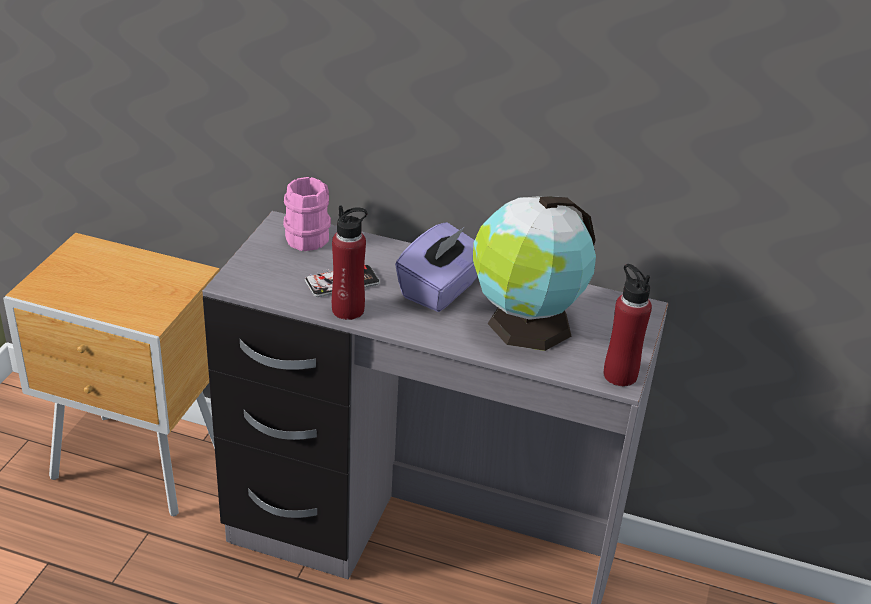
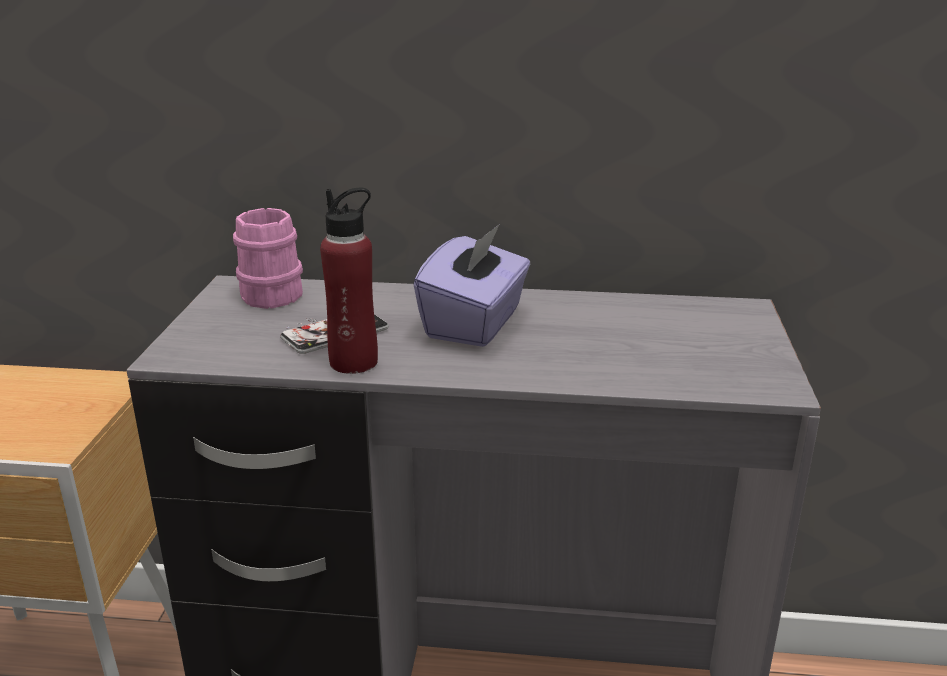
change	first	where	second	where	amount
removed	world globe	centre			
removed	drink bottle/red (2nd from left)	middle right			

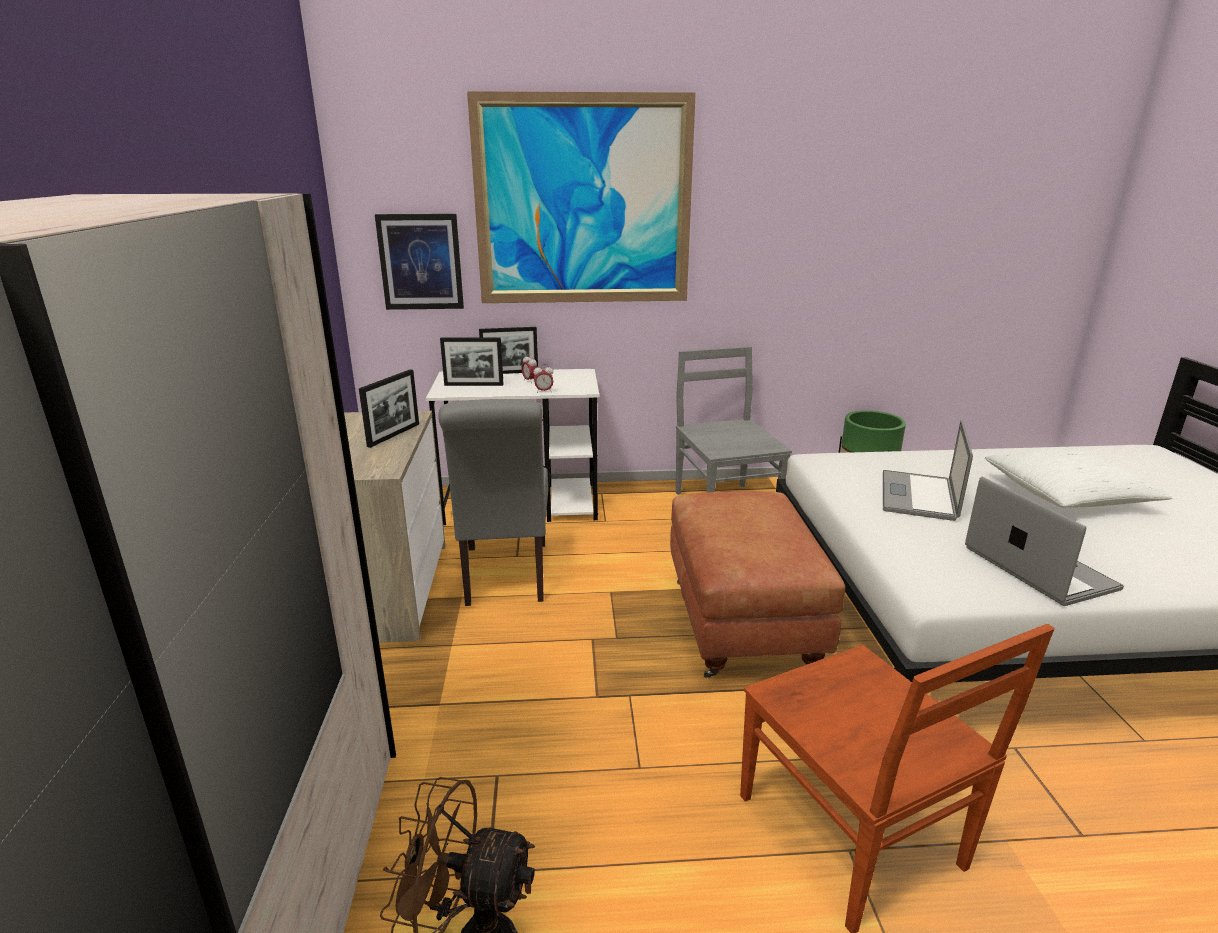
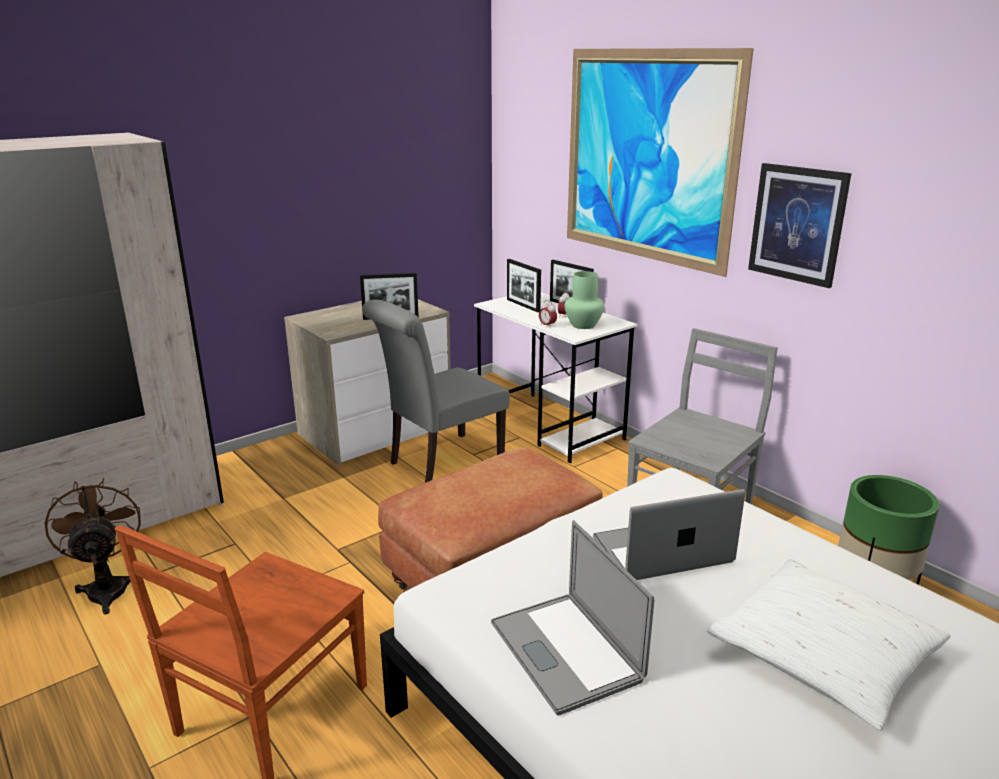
change	first	where	second	where	amount
turned	laptop (2nd from left in the first image)	middle right	laptop (1st from left)	bottom centre	120 degrees clockwise
added			flower vase/green	centre	
moved	picture (1st from left in the first image)	top centre	picture (2nd from left)	top right	

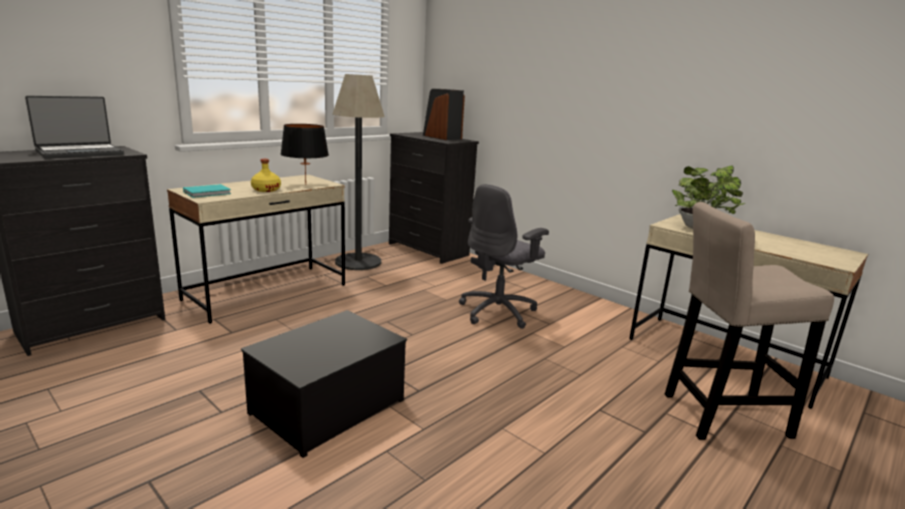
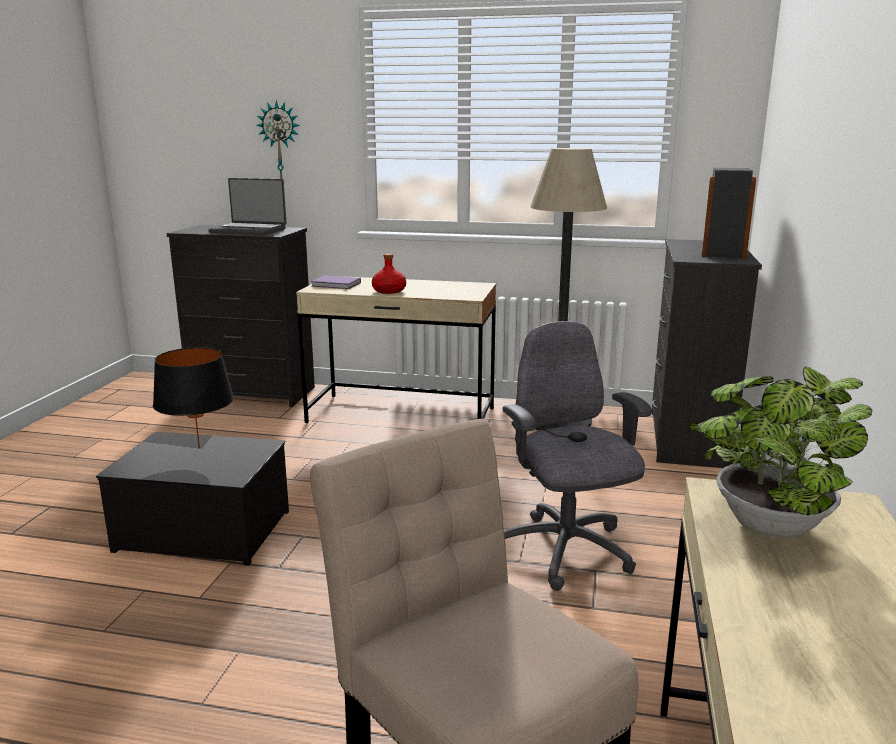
change	first	where	second	where	amount
moved	lamp for a table/blackish	top centre		middle left	
added			wall clock	top left	
recoloured	volume/blue-green	middle left	volume/purple-coloured	centre	
recoloured	drink bottle/yellow-coloured	middle left	drink bottle/red	centre	
turned	computer chair/greyish	centre		centre	60 degrees clockwise

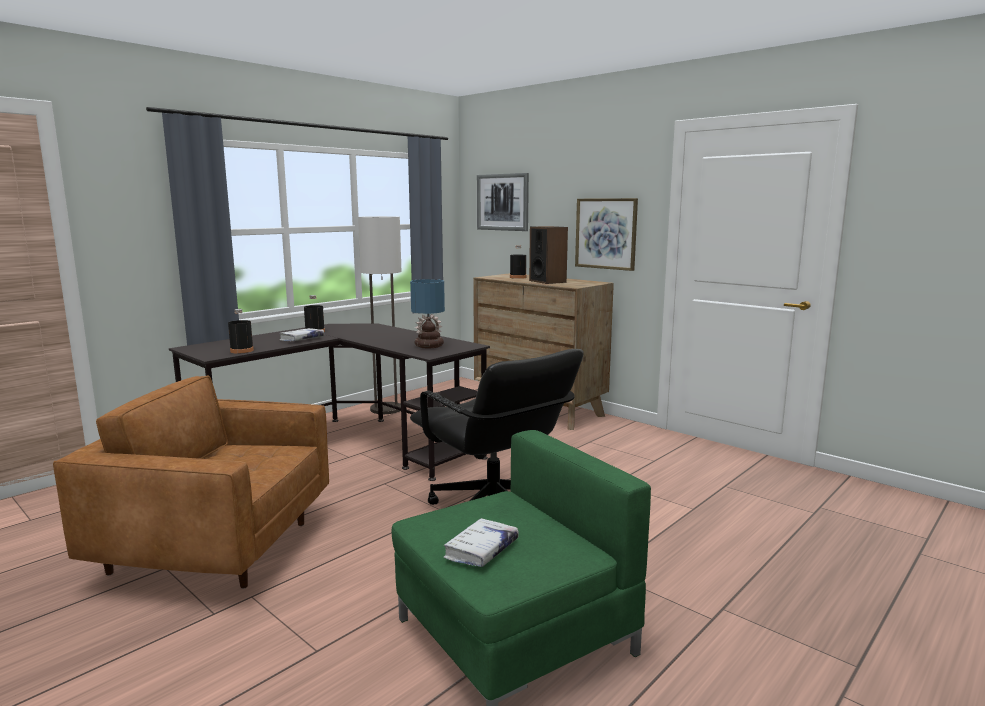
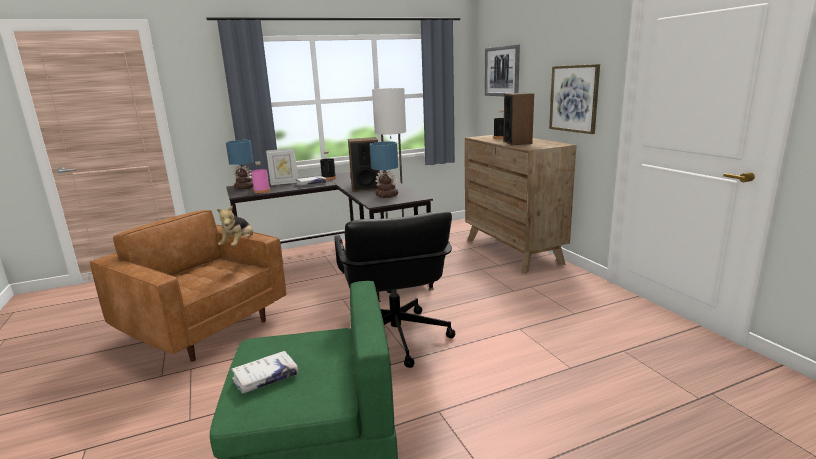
change	first	where	second	where	amount
added			plush toy	middle left	
added			lamp for a table (1st from left)	middle left	
recoloured	drink bottle/blackish (1st from left)	middle left	drink bottle/pink-coloured	middle left	
added			standing frame	centre	
added			audio speaker (1st from left)	centre	

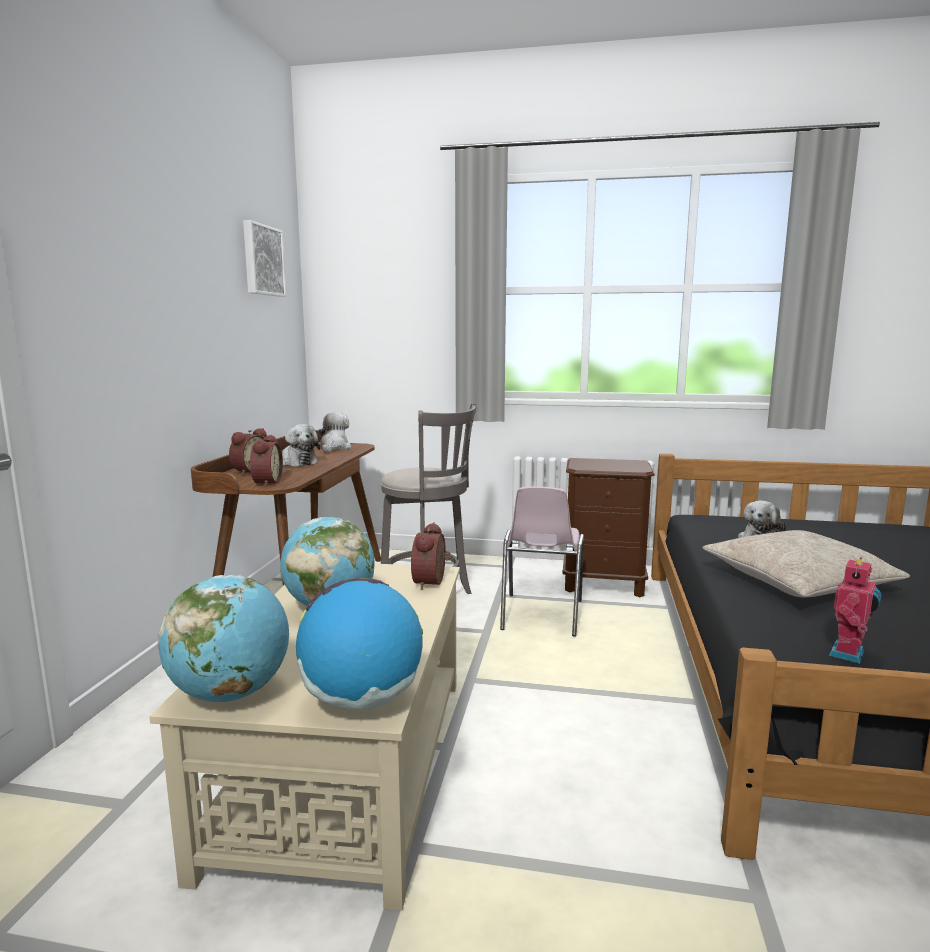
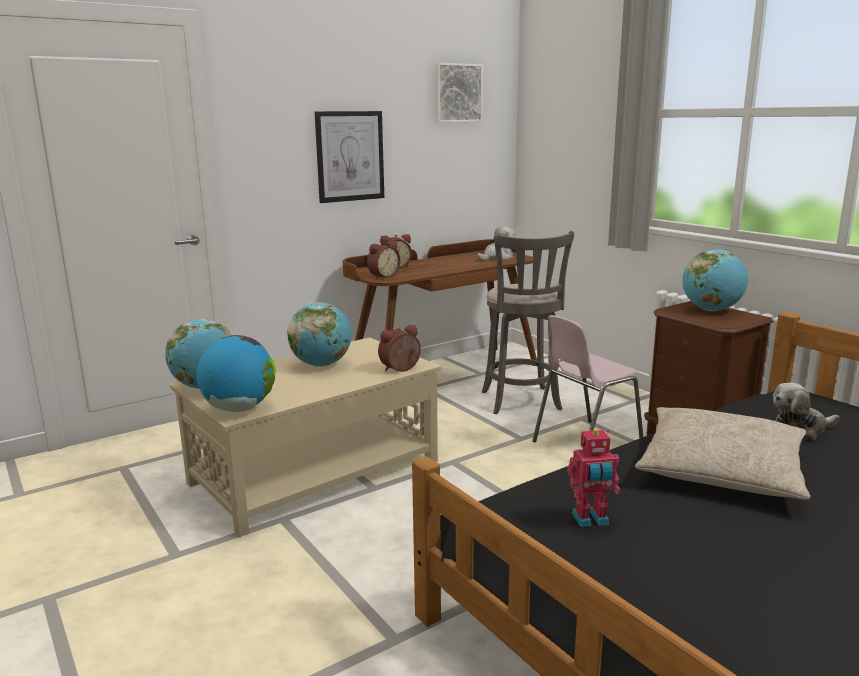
change	first	where	second	where	amount
added			picture (1st from left)	top centre	
added			world globe (4th from left)	middle right	
removed	plush toy (1st from left)	middle left			

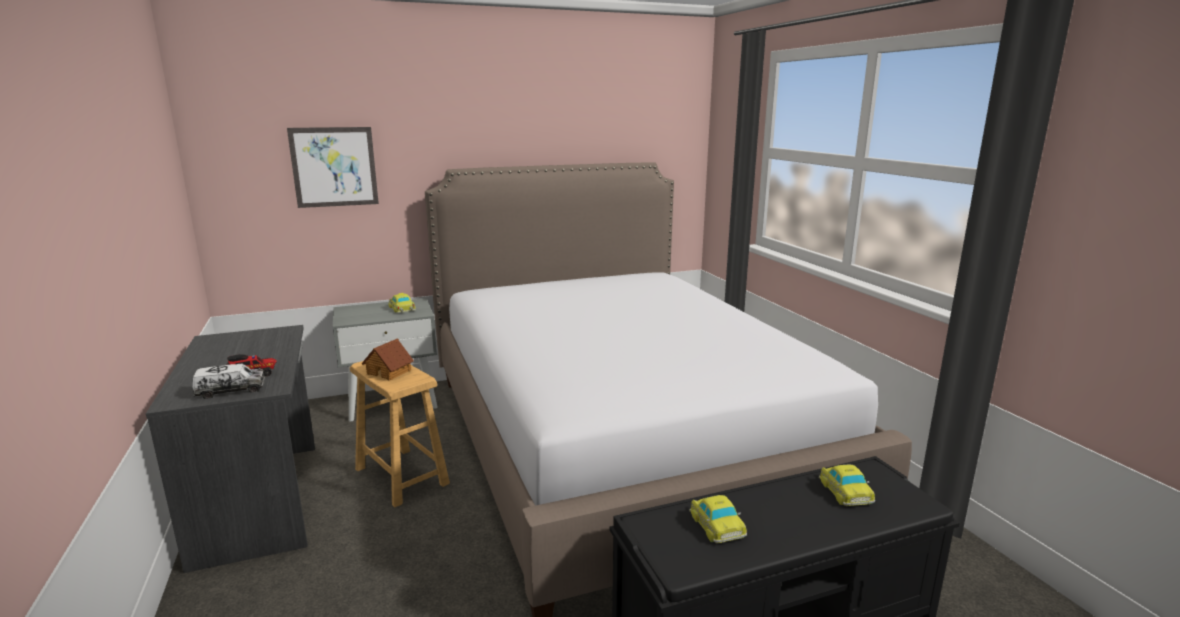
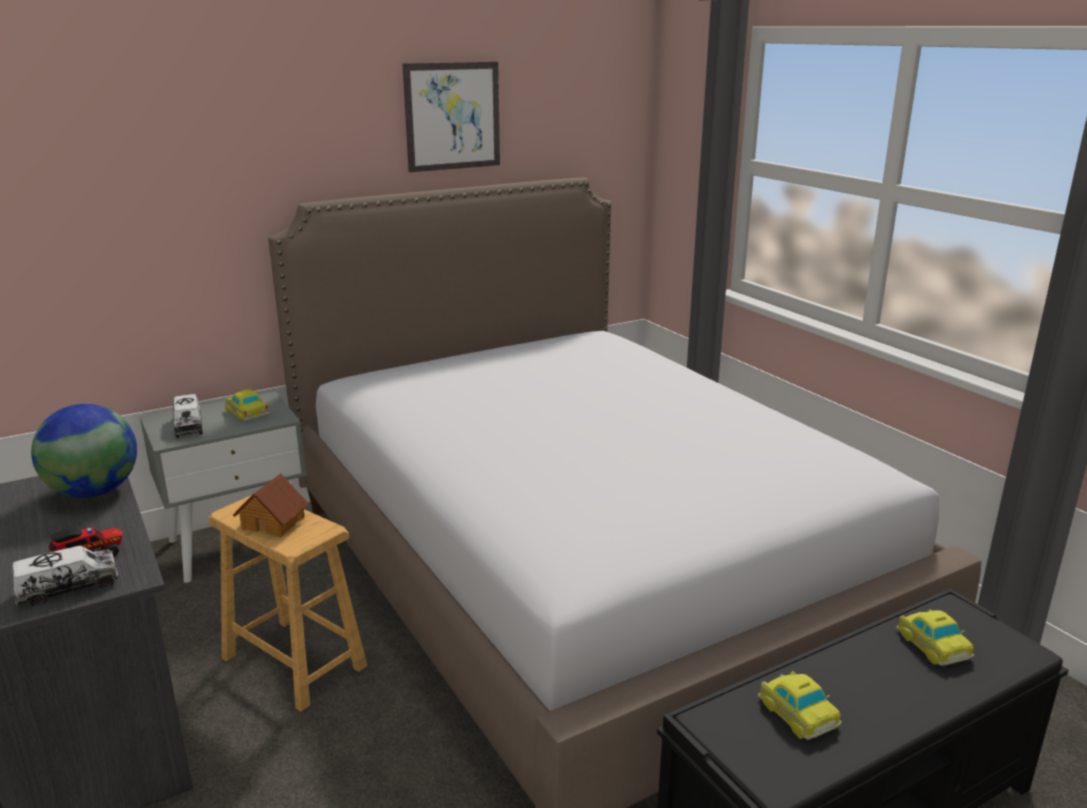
change	first	where	second	where	amount
added			world globe	middle left	
added			toy lorry (3rd from left)	middle left	
moved	picture	top left		top centre	

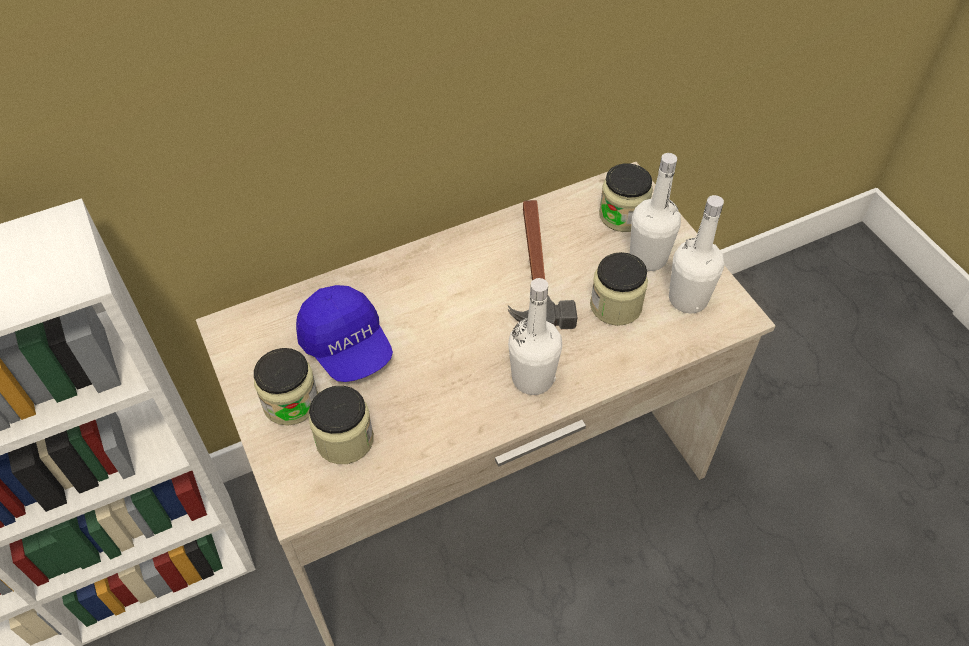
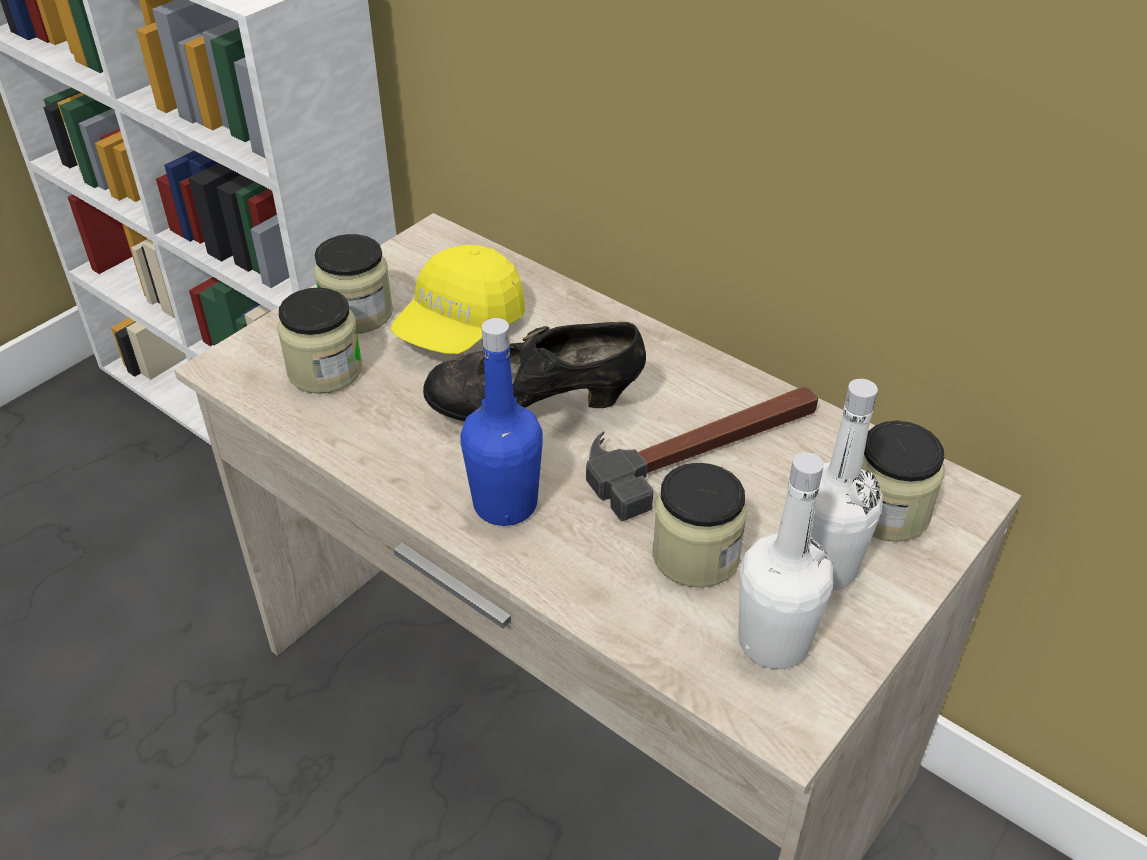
change	first	where	second	where	amount
recoloured	cap/bluish	centre	cap/yellow-coloured	centre	
added			low shoe/blackish	centre	
recoloured	drink bottle/white-coloured (1st from left)	centre	drink bottle/bluish	centre	

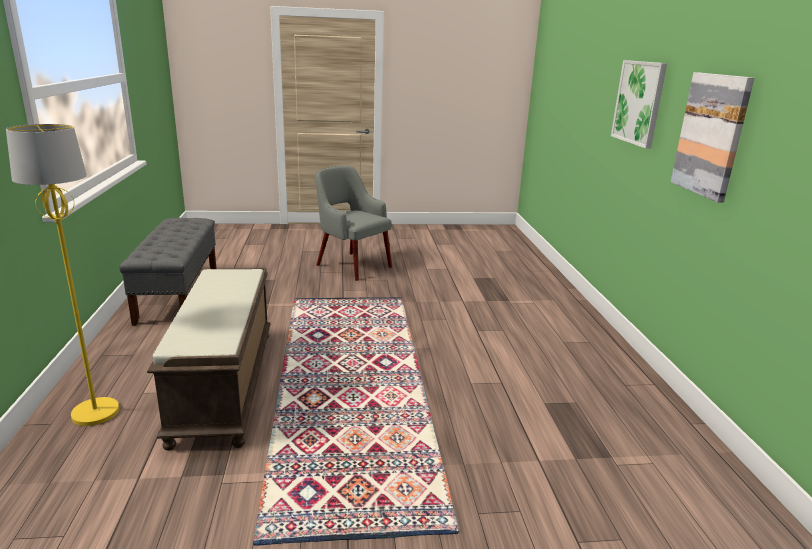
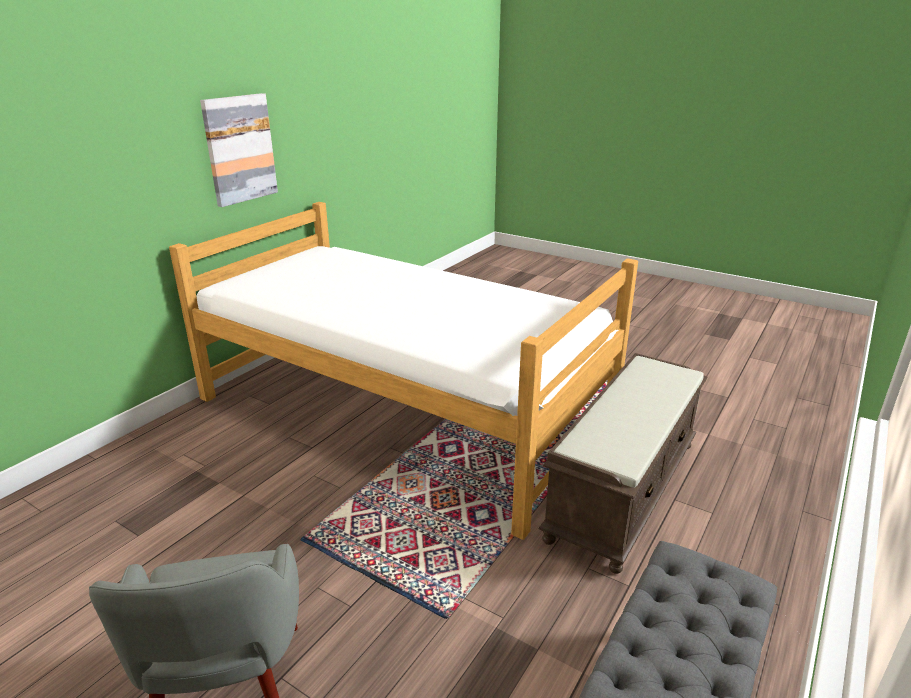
change	first	where	second	where	amount
added			bed	centre	
removed	floor lamp/yellow-coloured	middle left			
removed	picture (1st from left)	top right			

